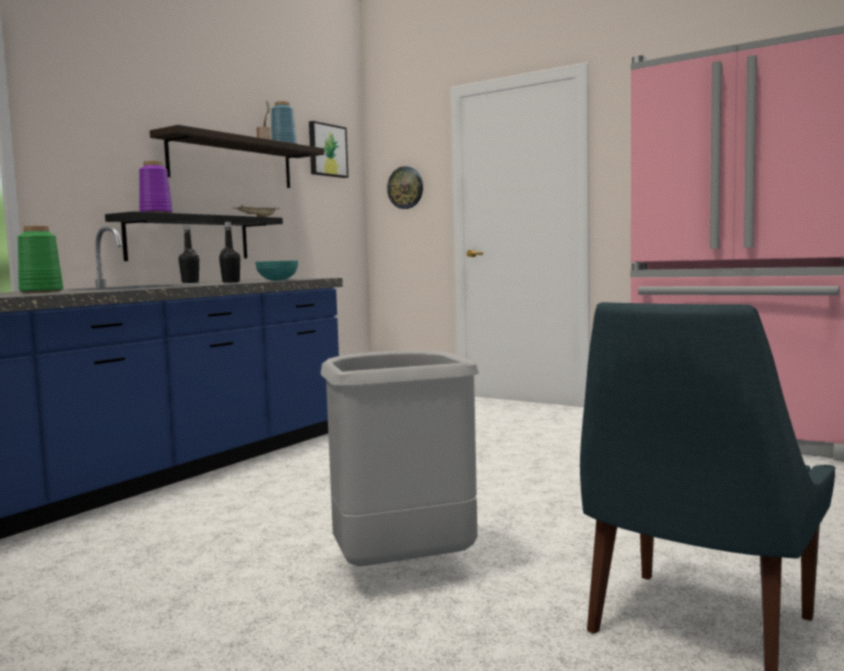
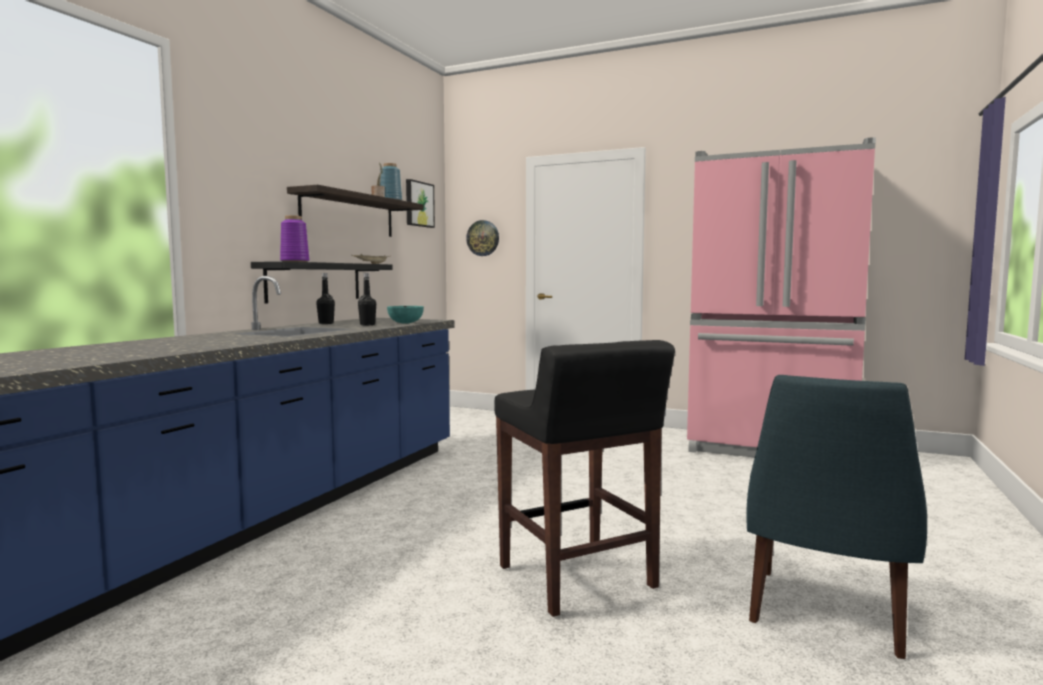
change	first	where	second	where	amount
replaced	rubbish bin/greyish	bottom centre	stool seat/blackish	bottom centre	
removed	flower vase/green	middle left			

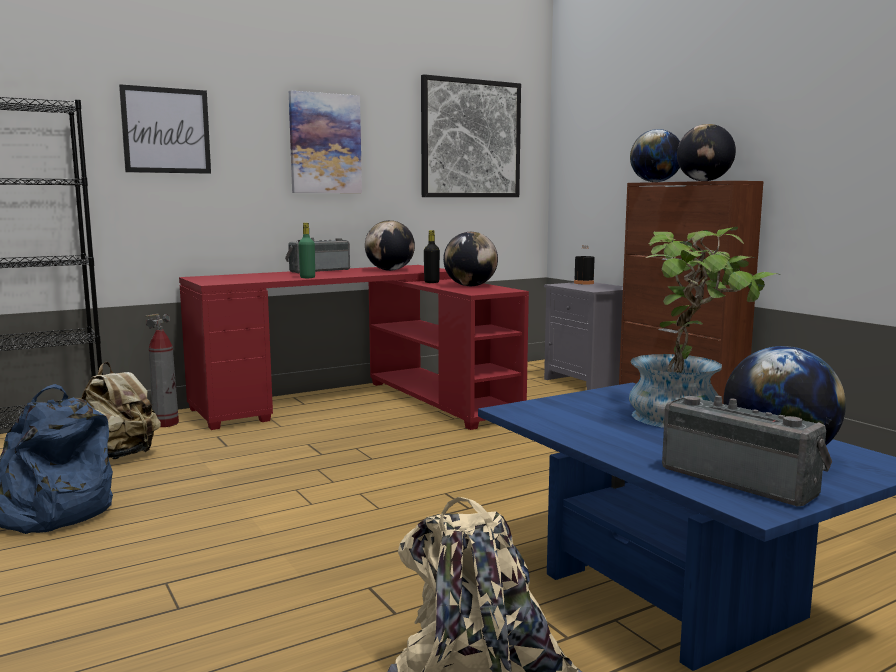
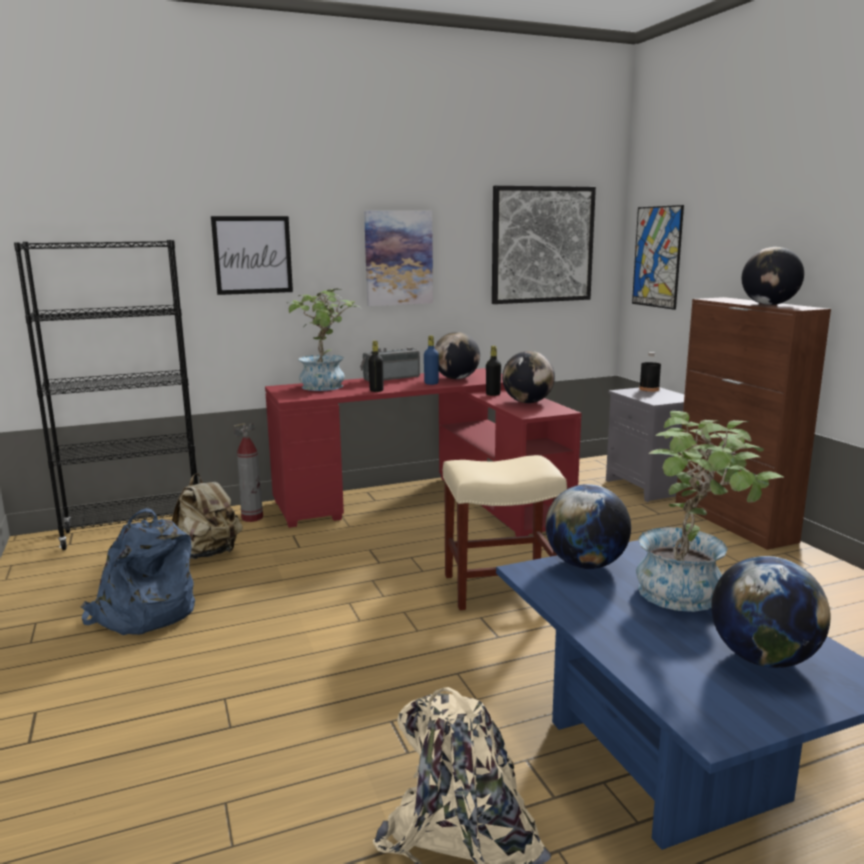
change	first	where	second	where	amount
added			potted plant (1st from left)	centre	
recoloured	drink bottle/green	centre	drink bottle/blackish (1st from left)	centre	
added			drink bottle/bluish	centre	
added			stool seat/beige-coloured	centre	
moved	world globe (3rd from left)	top right		middle right	
added			picture (4th from left)	top right	
removed	radio set (2nd from left)	bottom right			

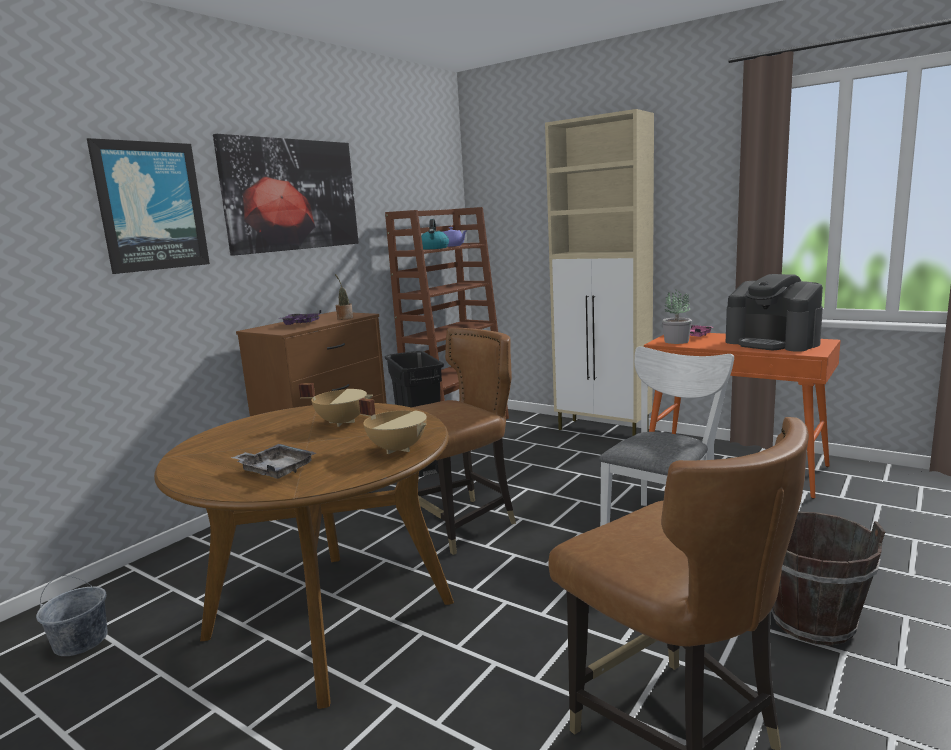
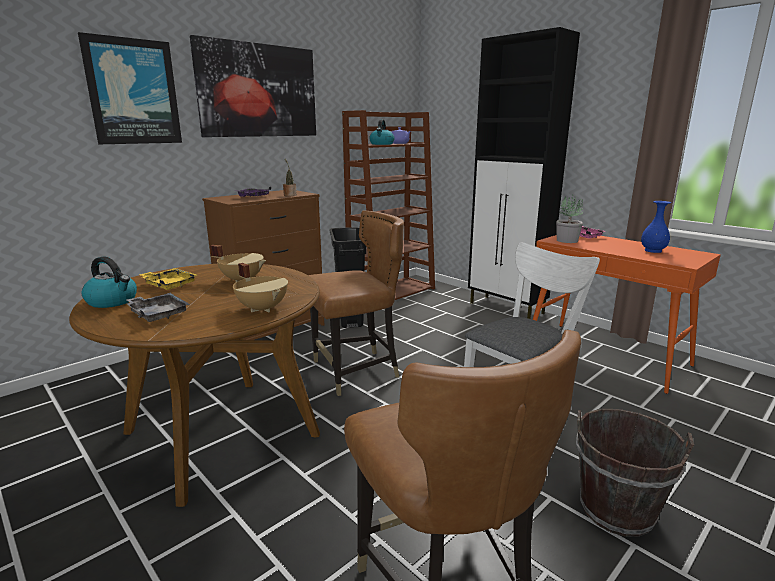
change	first	where	second	where	amount
added			tea kettle (1st from left)	middle left	
added			tray/yellow-coloured	middle left	
recoloured	storage cabinet/beige-coloured	centre	storage cabinet/blackish	top right	
replaced	coffee maker	middle right	flower vase/bluish	middle right	
removed	bucket/greyish	bottom left			

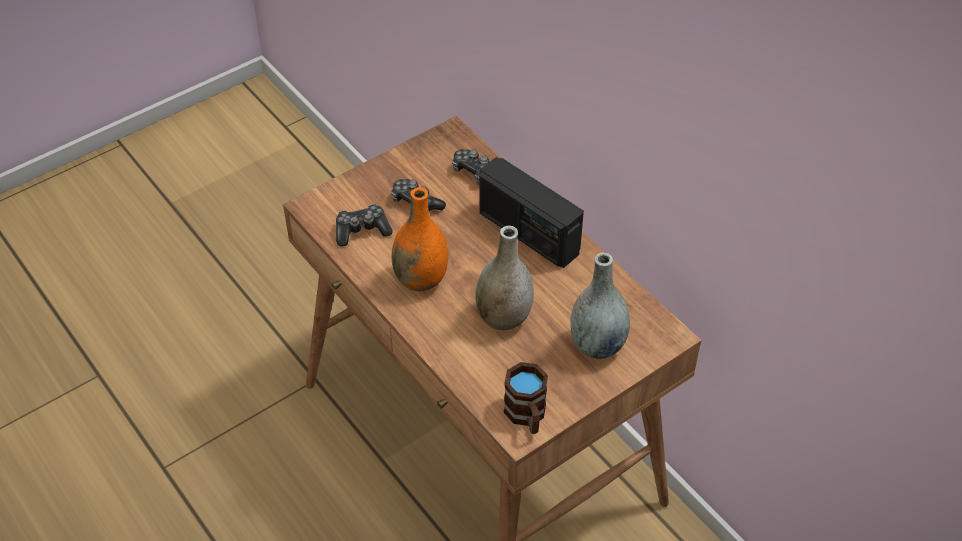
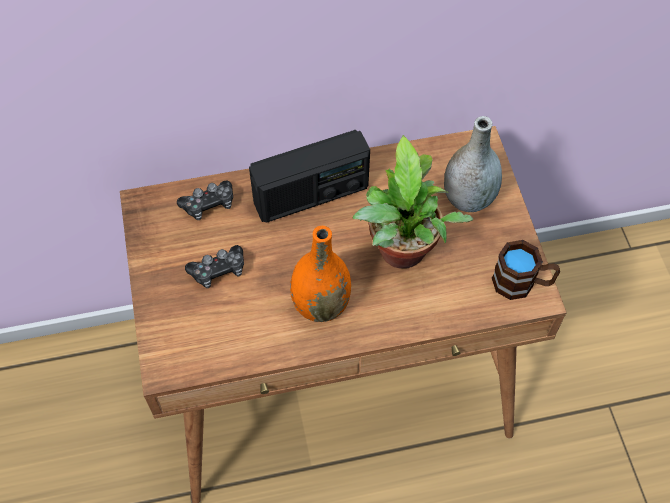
change	first	where	second	where	amount
replaced	flower vase/greyish (1st from left)	centre	potted plant	centre	
removed	gamepad (1st from left)	centre			

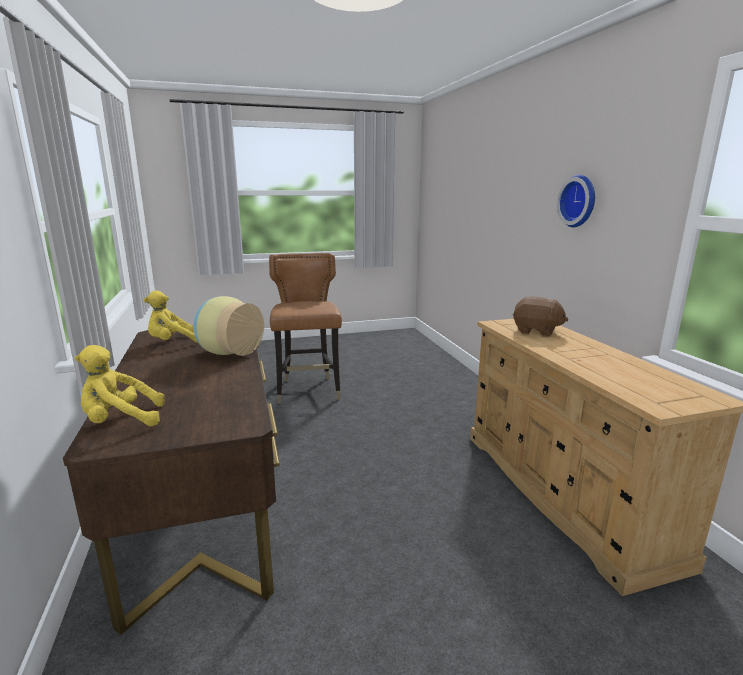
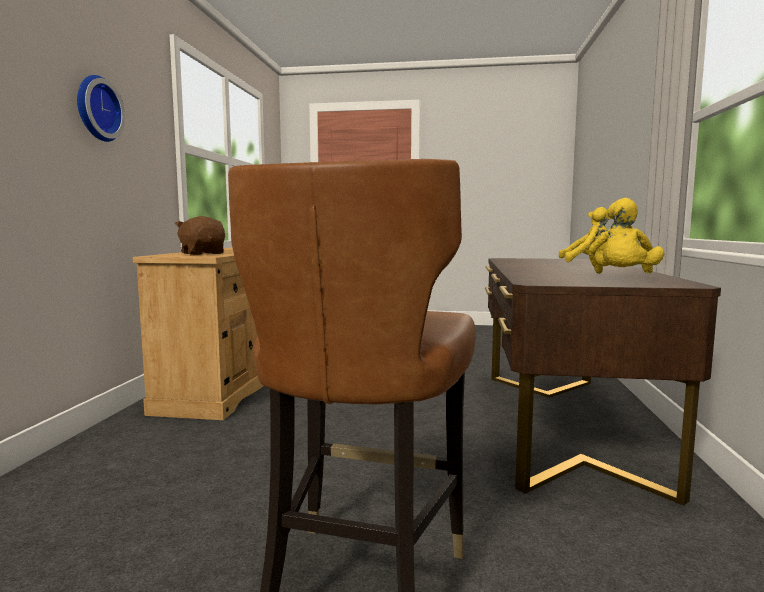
change	first	where	second	where	amount
turned	plush toy/yellow-coloured (2nd from left)	middle left		middle right	120 degrees clockwise
removed	flower vase	middle left			

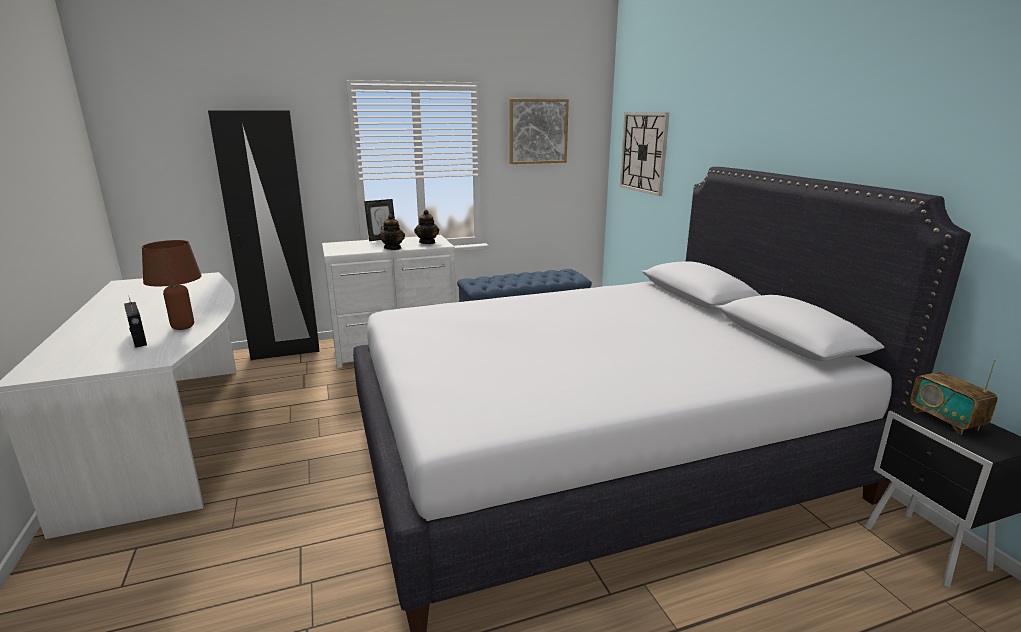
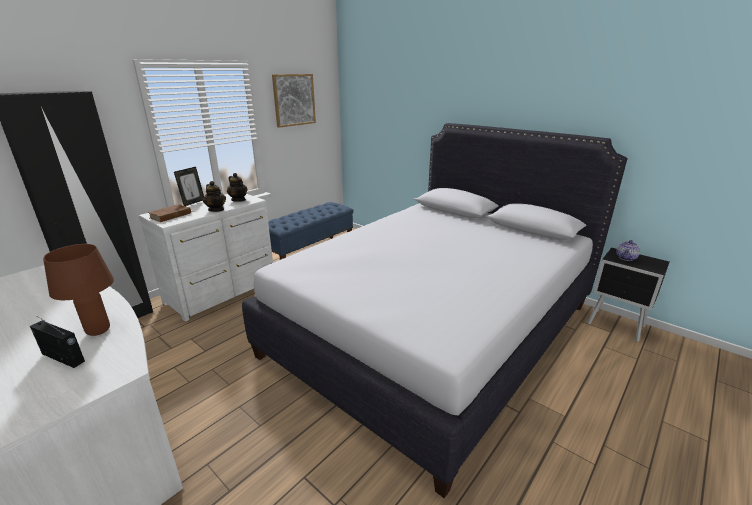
change	first	where	second	where	amount
added			volume/brownish	middle left	
replaced	radio set (2nd from left)	middle right	tea pot (3rd from left)	middle right	
removed	wall clock	top centre			

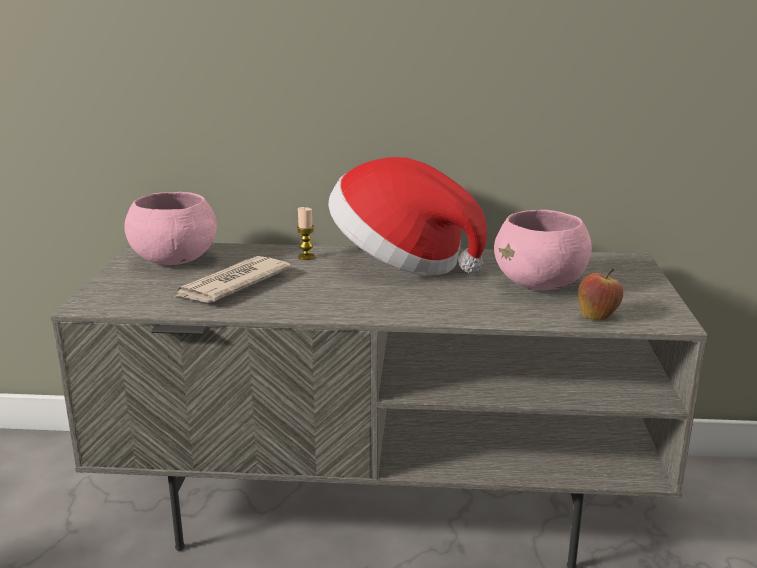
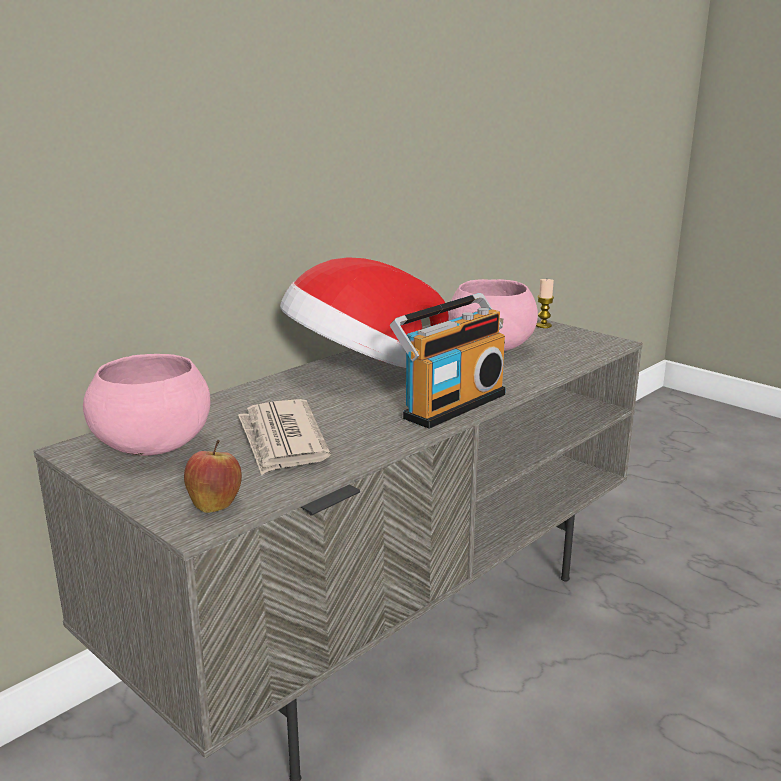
change	first	where	second	where	amount
moved	apple fruit	middle right		middle left	
added			radio set	centre	
moved	wax light	centre		middle right	

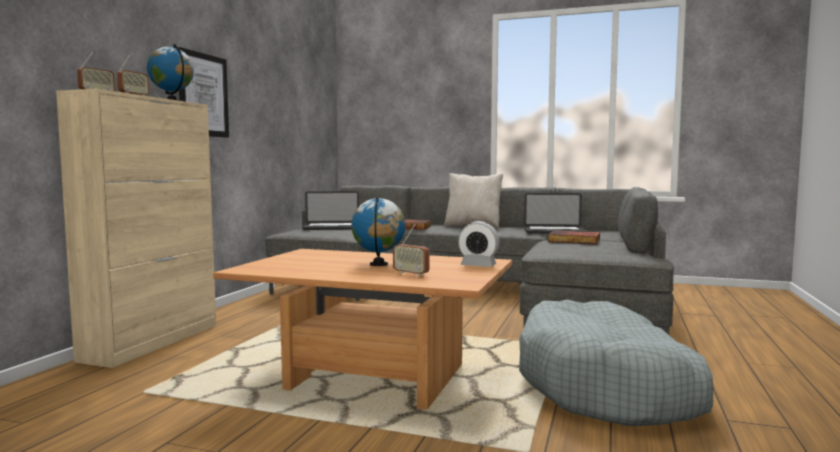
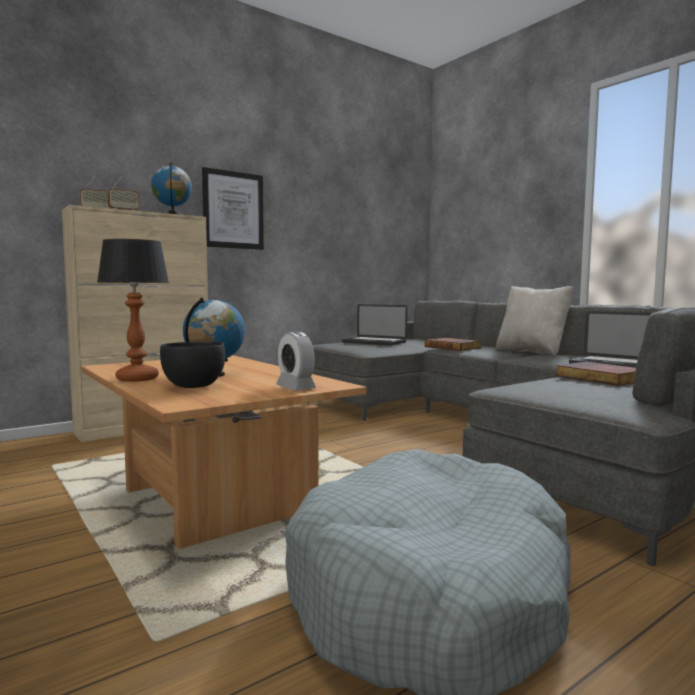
change	first	where	second	where	amount
added			lamp for a table	middle left	
replaced	radio set (3rd from left)	centre	bowl/blackish	middle left	

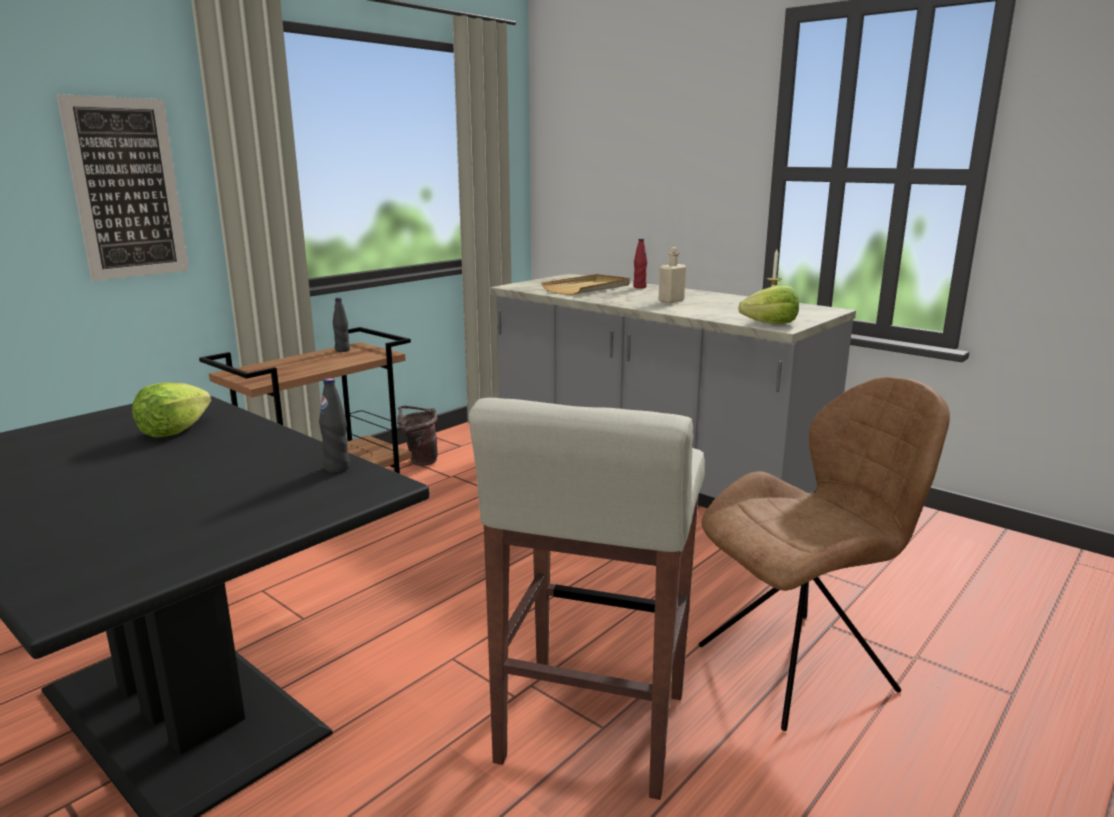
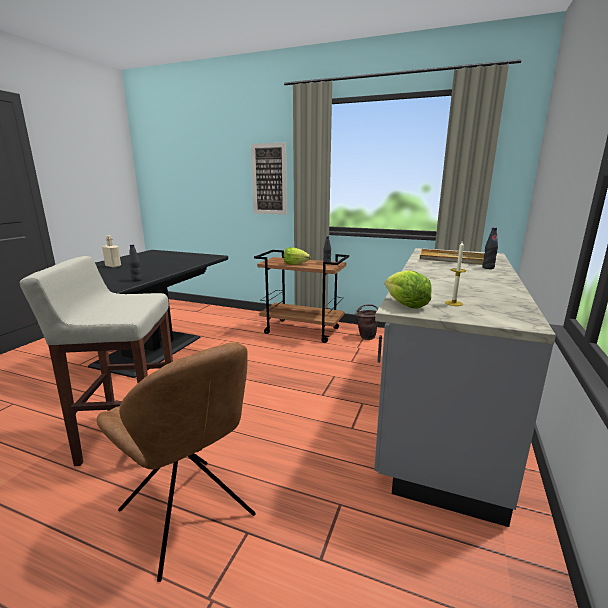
change	first	where	second	where	amount
moved	drink bottle/beige-coloured	centre		middle left	
moved	lettuce head (1st from left)	middle left		centre	
recoloured	drink bottle/red	top centre	drink bottle/blackish (3rd from left)	middle right	

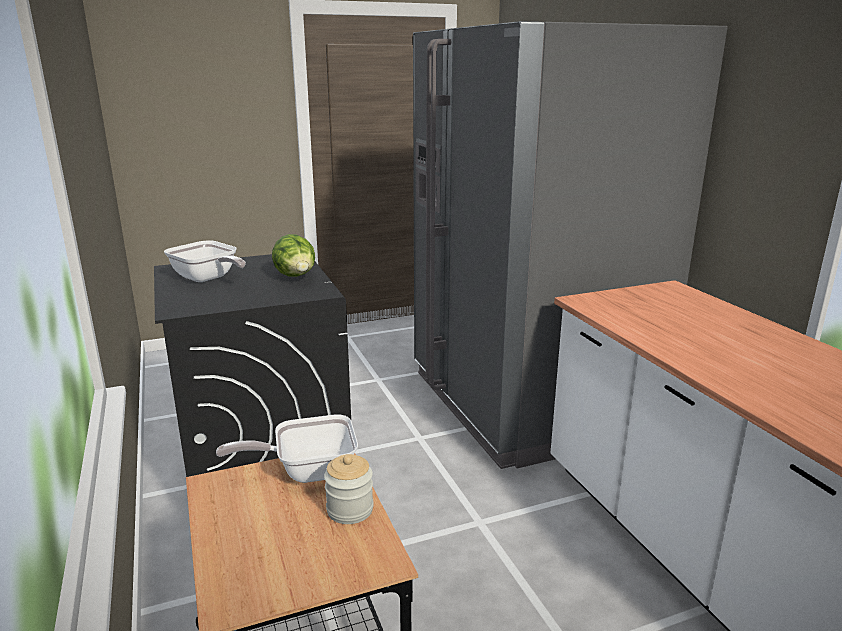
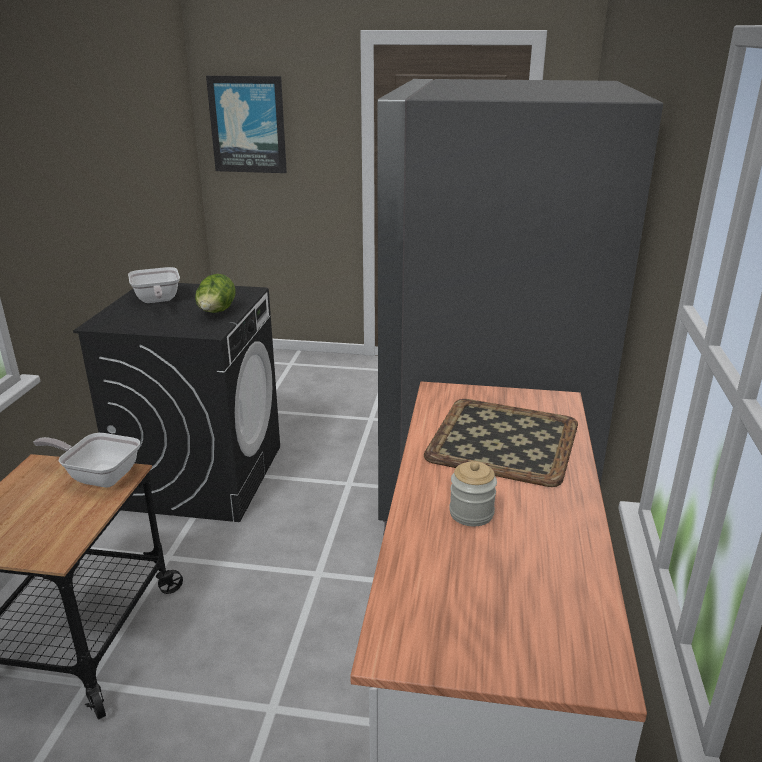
change	first	where	second	where	amount
added			picture	top left	
added			tray	centre	
moved	storage jar	bottom centre		centre	

